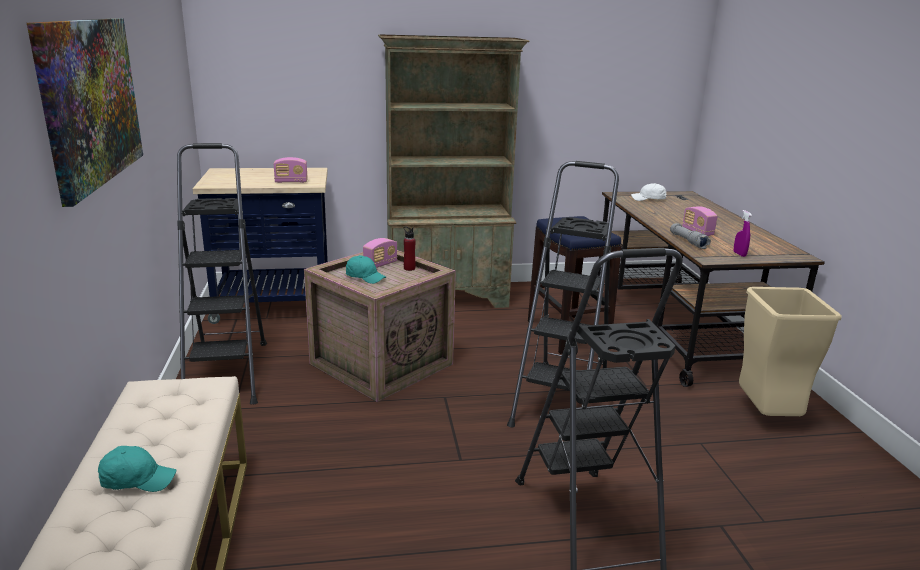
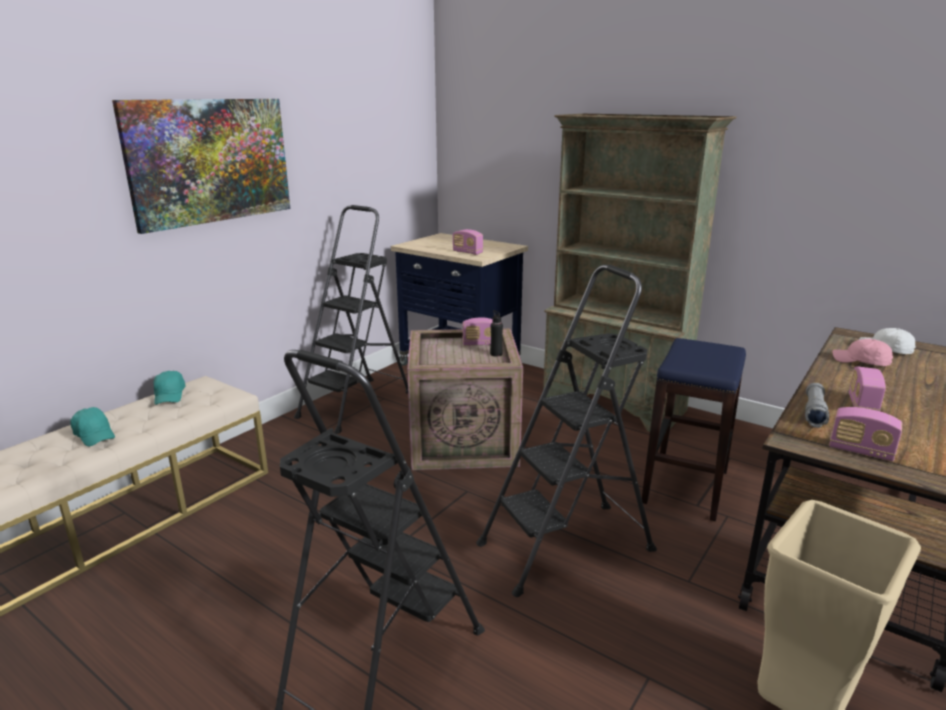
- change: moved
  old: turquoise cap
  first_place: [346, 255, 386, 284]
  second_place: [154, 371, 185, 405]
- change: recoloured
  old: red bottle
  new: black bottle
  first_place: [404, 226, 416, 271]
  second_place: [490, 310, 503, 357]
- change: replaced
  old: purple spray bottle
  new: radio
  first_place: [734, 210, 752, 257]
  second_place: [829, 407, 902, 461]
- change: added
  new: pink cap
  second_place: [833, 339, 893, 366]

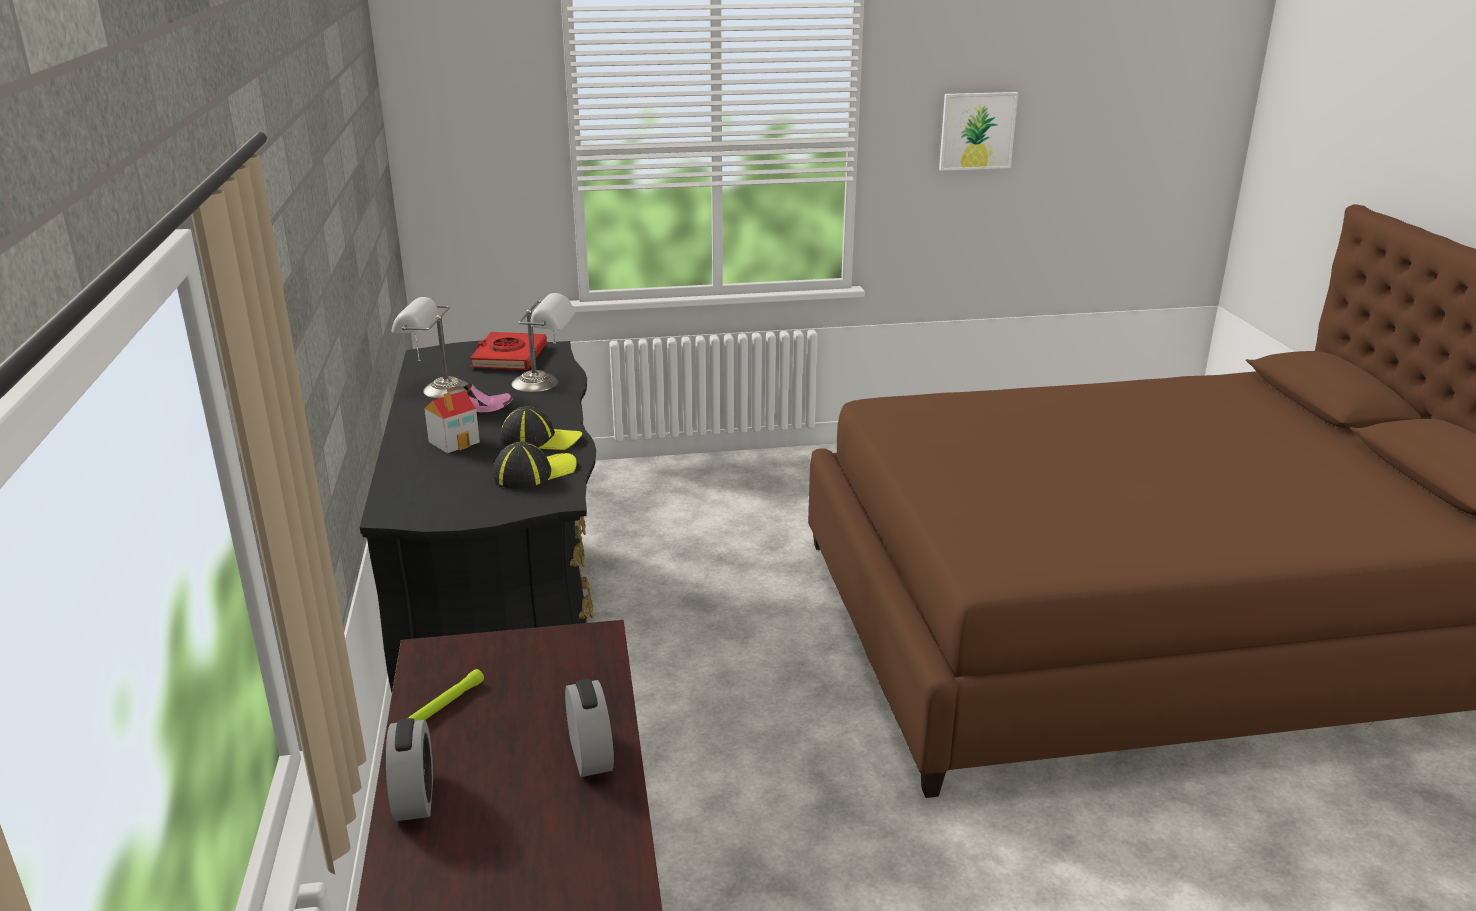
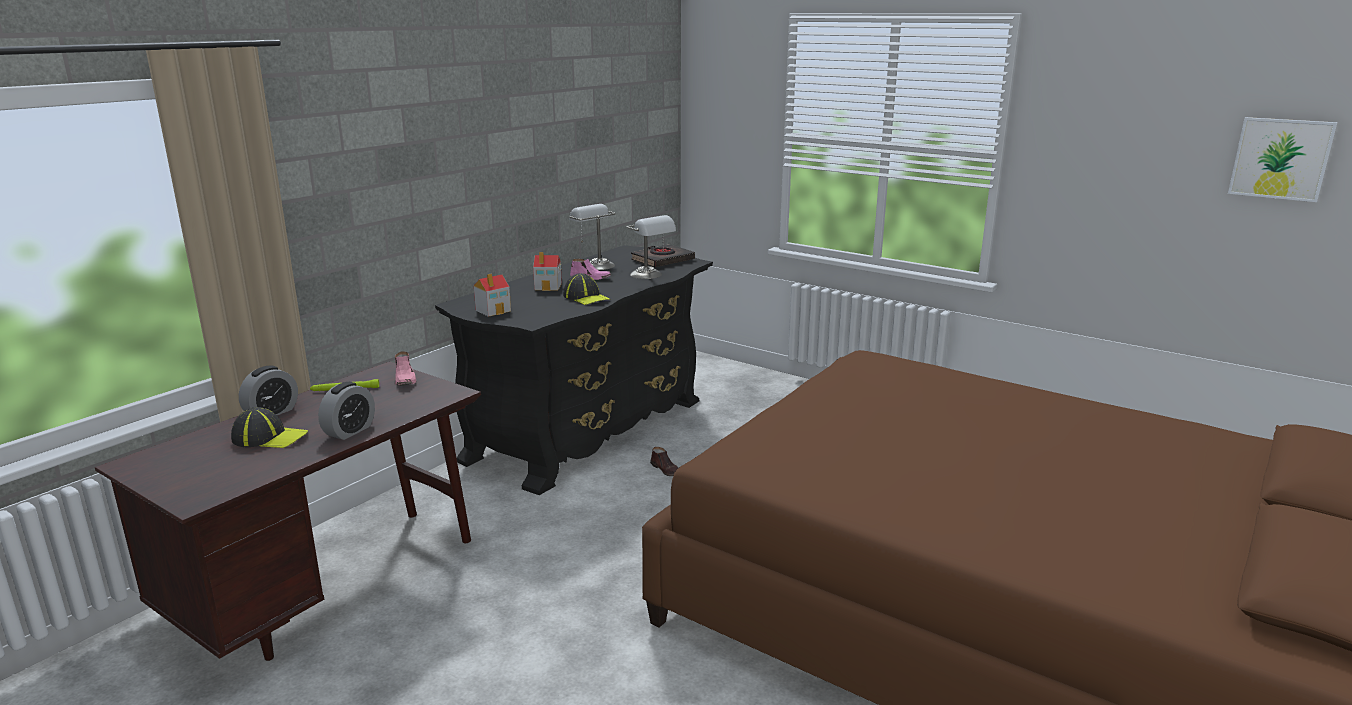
- change: recoloured
  old: red book
  new: black book
  first_place: [470, 332, 547, 370]
  second_place: [631, 244, 695, 267]
- change: moved
  old: cap
  first_place: [493, 441, 577, 489]
  second_place: [231, 407, 308, 448]
- change: moved
  old: picture
  first_place: [939, 92, 1018, 171]
  second_place: [1228, 117, 1337, 202]
- change: added
  new: pink shoe
  second_place: [395, 351, 416, 386]
- change: added
  new: toy house
  second_place: [474, 273, 511, 317]
- change: added
  new: brown shoe
  second_place: [650, 447, 679, 476]

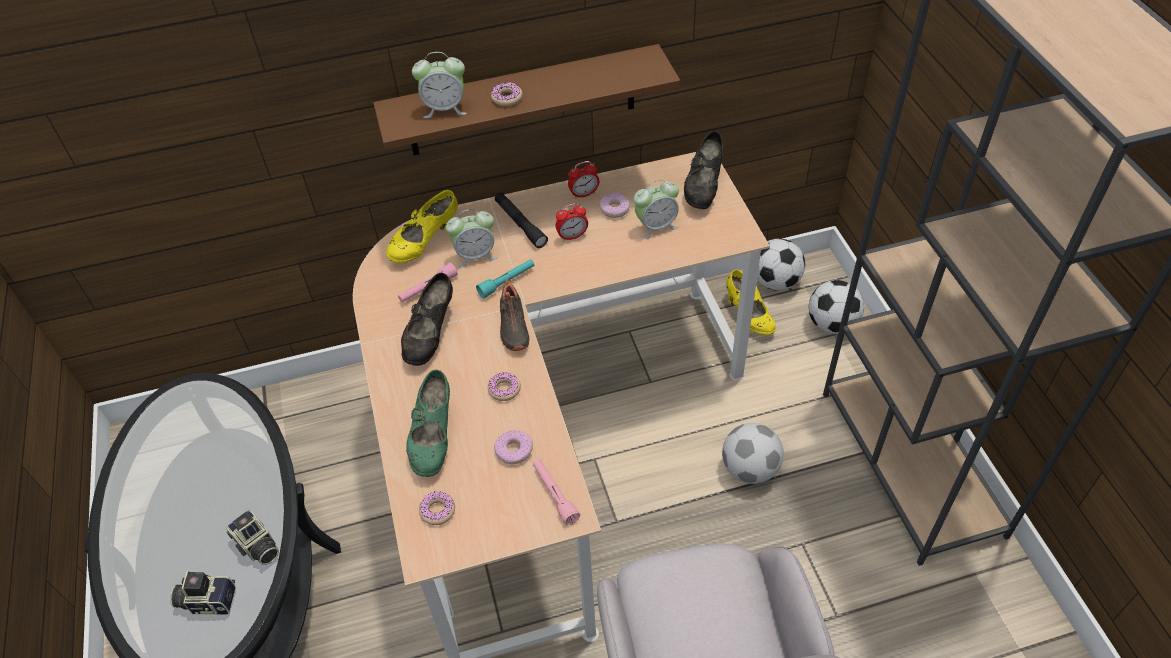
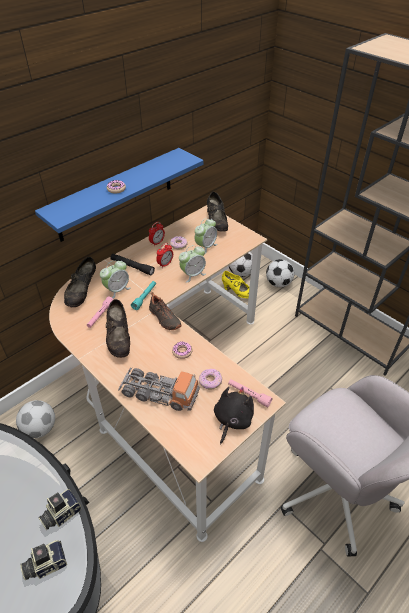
- change: turned
  old: photo camera
  first_place: [226, 510, 279, 565]
  second_place: [38, 489, 82, 530]
  degrees: 120
- change: recoloured
  old: brown shelf
  new: blue shelf
  first_place: [373, 44, 680, 155]
  second_place: [35, 148, 204, 242]
- change: recoloured
  old: yellow shoe
  new: black shoe
  first_place: [386, 190, 458, 263]
  second_place: [64, 257, 96, 307]
- change: replaced
  old: green shoe
  new: toy truck
  first_place: [406, 370, 450, 477]
  second_place: [118, 368, 200, 411]
- change: moved
  old: alarm clock
  first_place: [412, 52, 467, 118]
  second_place: [179, 245, 206, 283]
- change: removed
  old: donut
  first_place: [419, 491, 455, 525]
- change: moved
  old: football
  first_place: [722, 423, 784, 484]
  second_place: [16, 400, 55, 438]
- change: added
  new: black plush toy
  second_place: [214, 387, 254, 444]

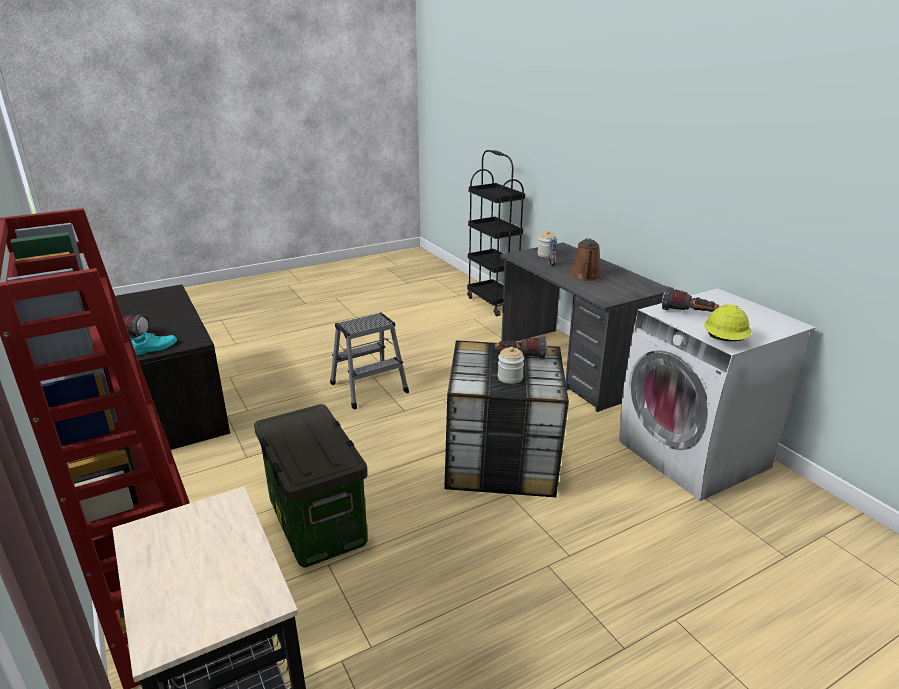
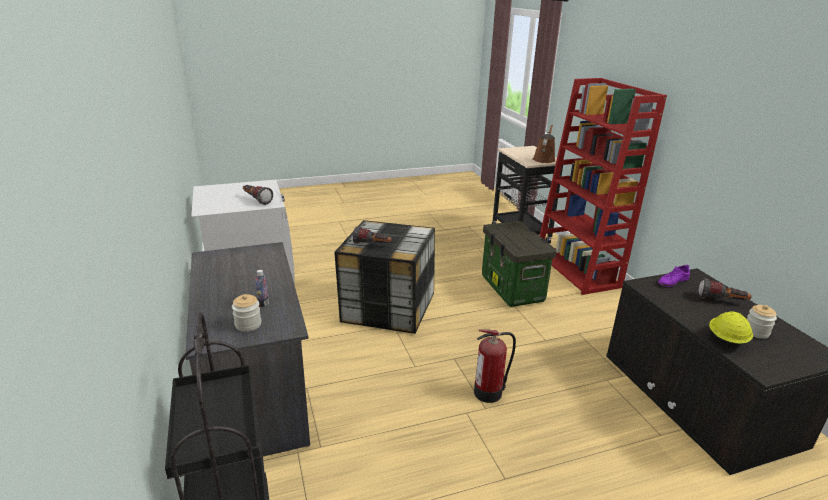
- change: recoloured
  old: turquoise shoe
  new: purple shoe
  first_place: [130, 332, 177, 355]
  second_place: [658, 265, 690, 287]
- change: replaced
  old: grey step ladder
  new: fire extinguisher
  first_place: [330, 312, 409, 409]
  second_place: [474, 330, 516, 403]
- change: moved
  old: jar
  first_place: [498, 347, 524, 384]
  second_place: [747, 305, 777, 339]
- change: moved
  old: brown watering can
  first_place: [570, 238, 602, 281]
  second_place: [533, 124, 555, 163]
- change: moved
  old: yellow hard hat
  first_place: [704, 304, 752, 341]
  second_place: [709, 311, 753, 345]

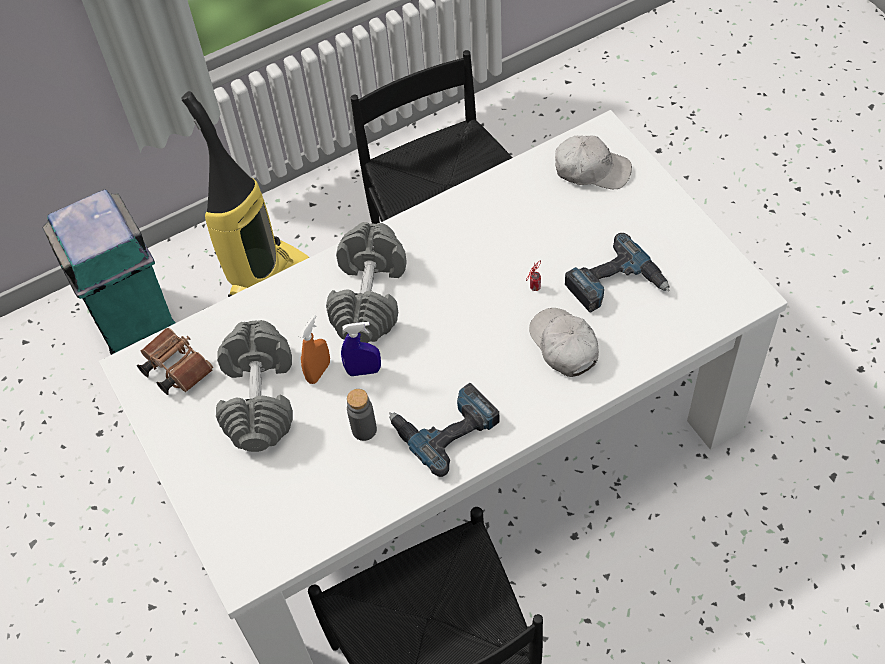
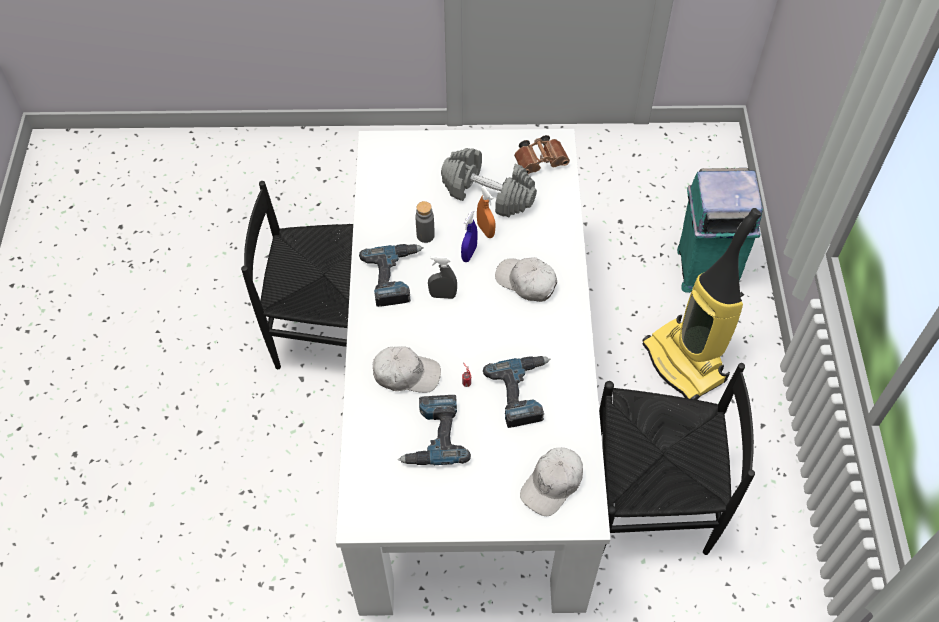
- change: replaced
  old: grey dumbbell
  new: white cap
  first_place: [326, 222, 407, 343]
  second_place: [495, 257, 557, 302]
- change: added
  new: grey spray bottle
  second_place: [428, 256, 457, 299]
- change: added
  new: power drill
  second_place: [483, 356, 550, 428]

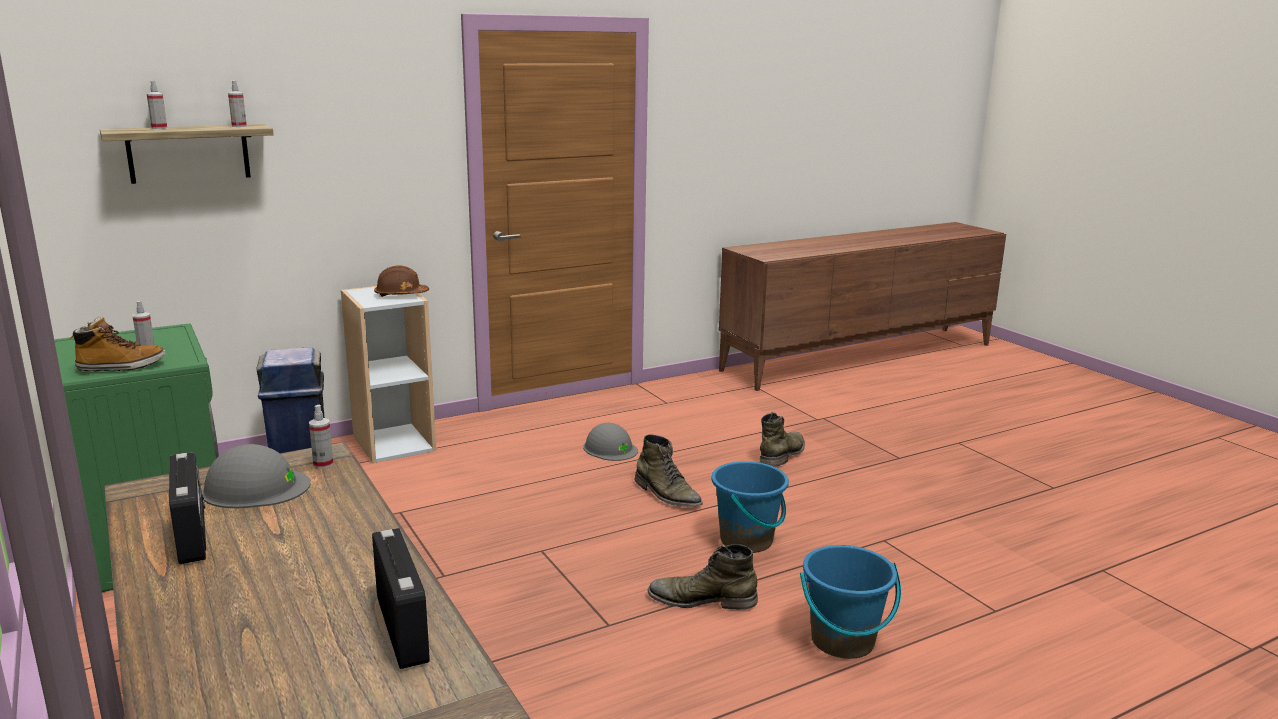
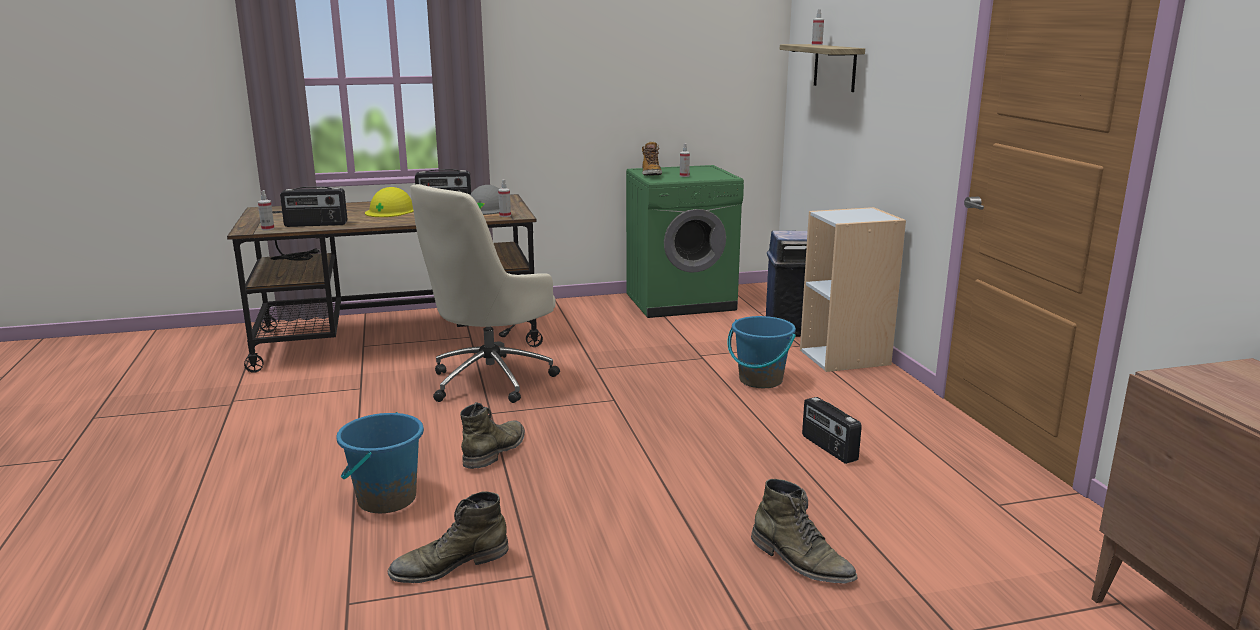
- change: moved
  old: spray bottle
  first_place: [228, 80, 247, 127]
  second_place: [258, 190, 275, 231]
- change: removed
  old: brown hard hat
  first_place: [374, 266, 429, 297]
- change: replaced
  old: grey hard hat
  new: radio
  first_place: [583, 423, 638, 461]
  second_place: [802, 397, 862, 464]
- change: moved
  old: green boot
  first_place: [635, 434, 703, 507]
  second_place: [388, 492, 509, 583]
- change: moved
  old: blue bucket
  first_place: [711, 461, 789, 553]
  second_place: [728, 316, 796, 388]
- change: added
  new: yellow hard hat
  second_place: [365, 187, 414, 217]
- change: added
  new: beige office chair
  second_place: [410, 184, 560, 403]

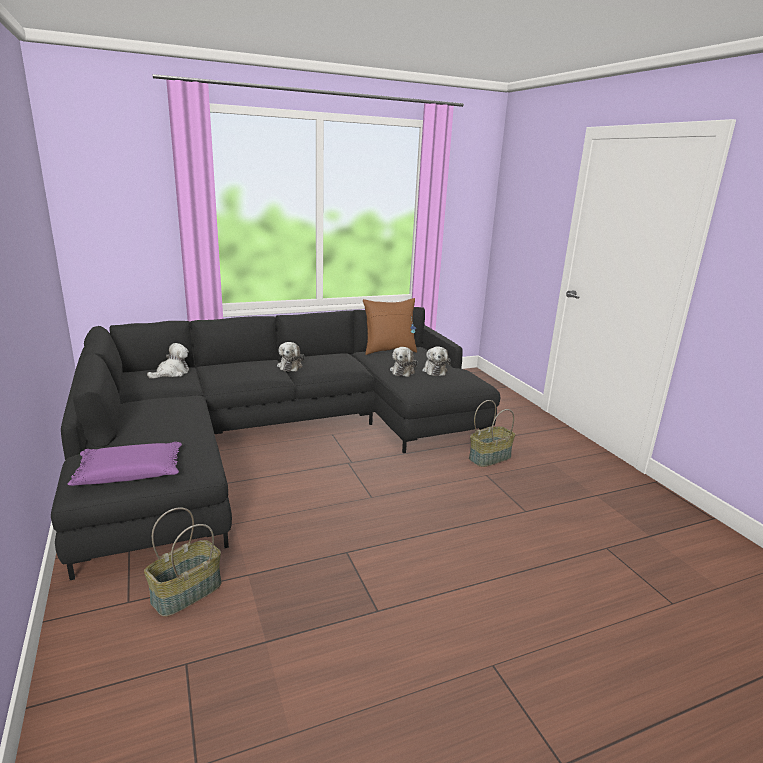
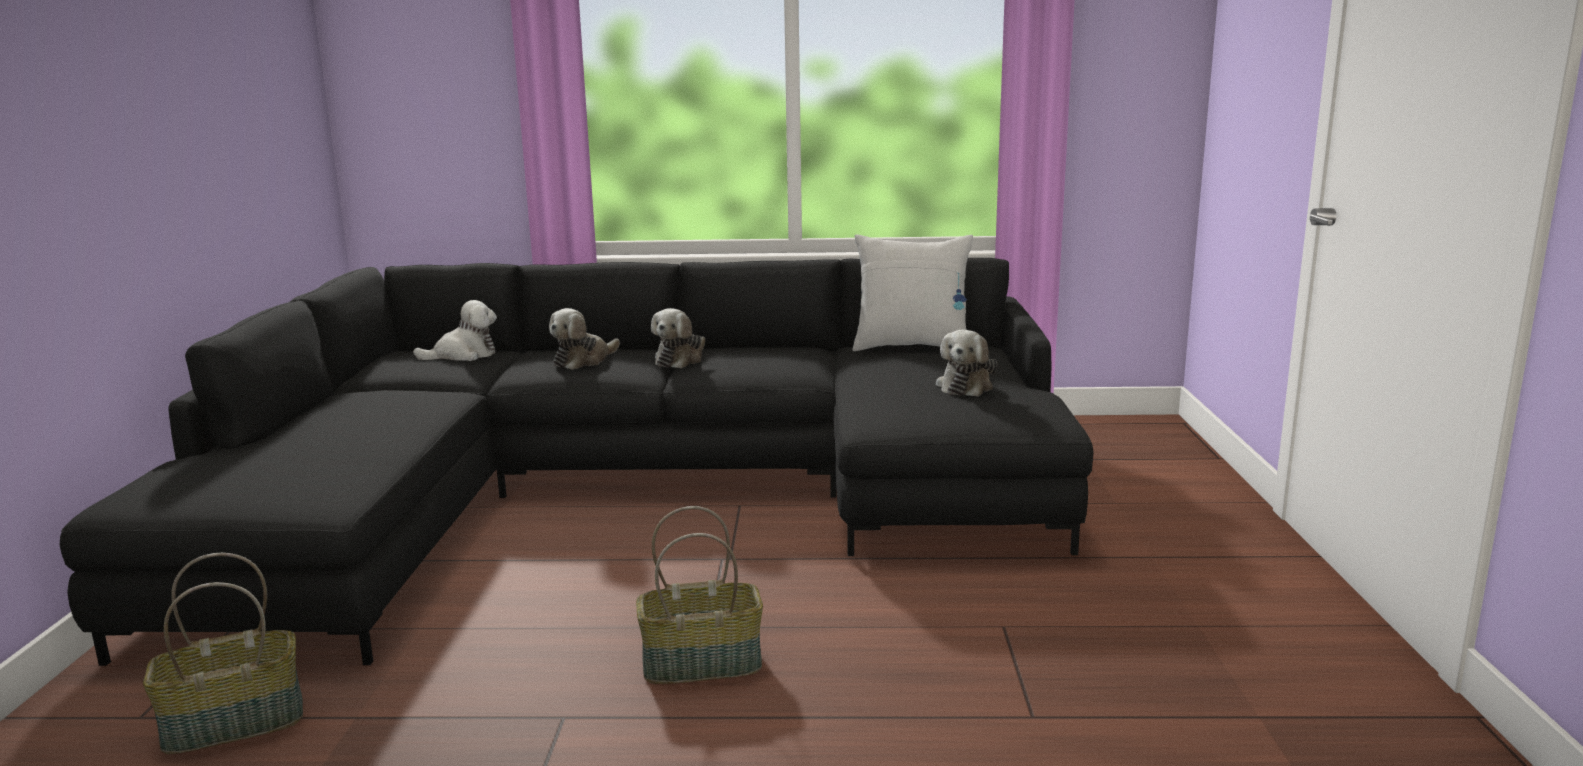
- change: removed
  old: purple pillow
  first_place: [68, 441, 182, 486]
- change: recoloured
  old: brown pillow
  new: grey pillow
  first_place: [363, 298, 417, 355]
  second_place: [852, 234, 973, 351]
- change: moved
  old: plush toy
  first_place: [390, 347, 417, 377]
  second_place: [549, 308, 620, 370]
- change: moved
  old: basket
  first_place: [469, 400, 515, 467]
  second_place: [636, 506, 763, 684]

